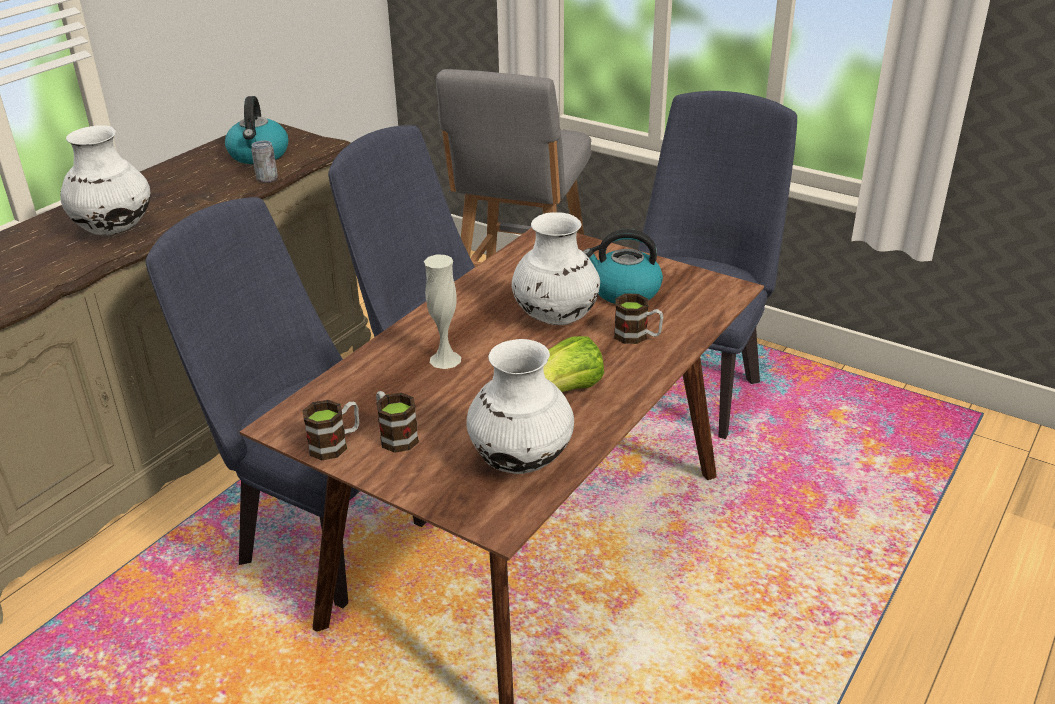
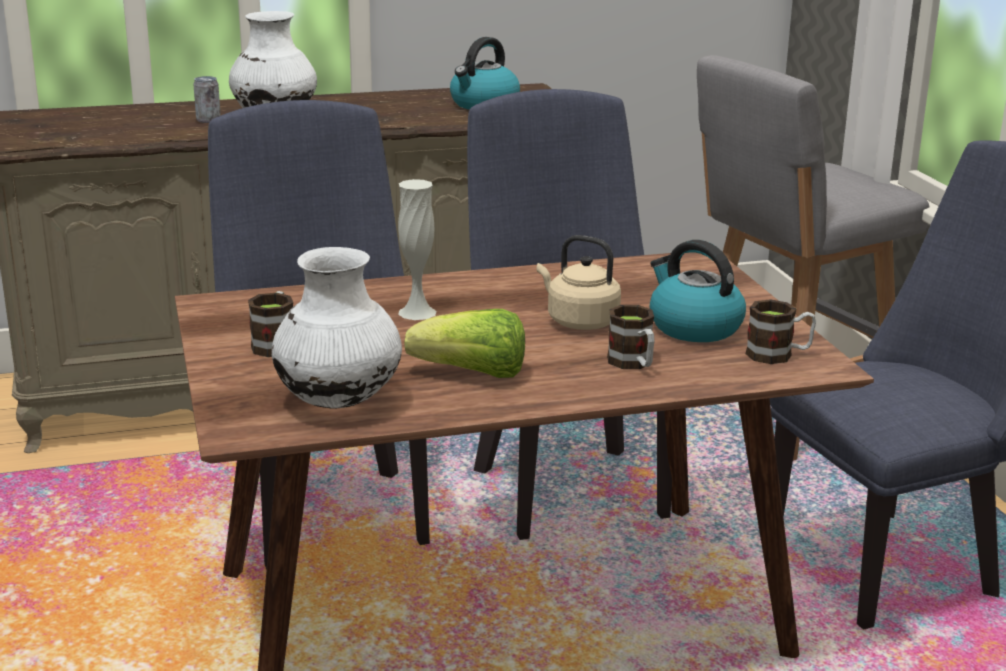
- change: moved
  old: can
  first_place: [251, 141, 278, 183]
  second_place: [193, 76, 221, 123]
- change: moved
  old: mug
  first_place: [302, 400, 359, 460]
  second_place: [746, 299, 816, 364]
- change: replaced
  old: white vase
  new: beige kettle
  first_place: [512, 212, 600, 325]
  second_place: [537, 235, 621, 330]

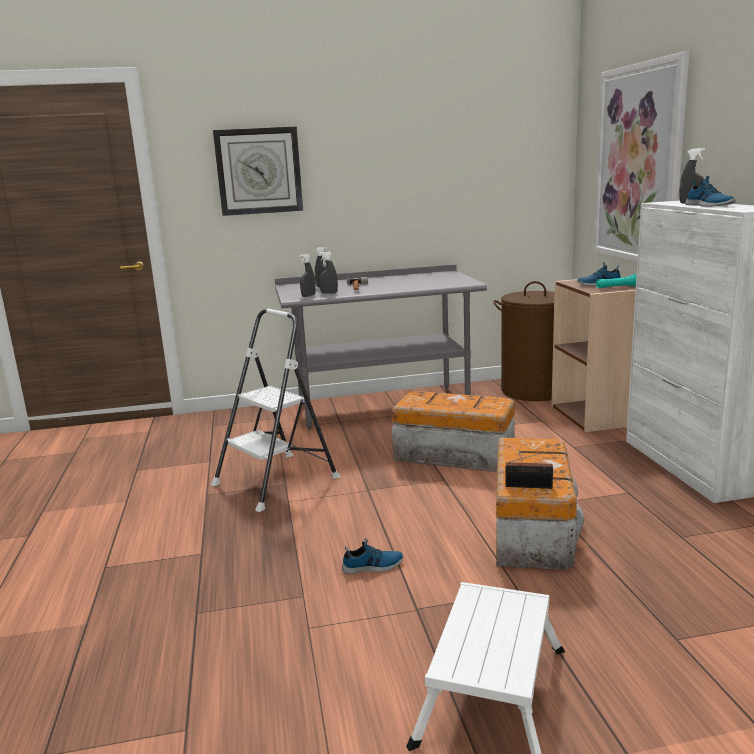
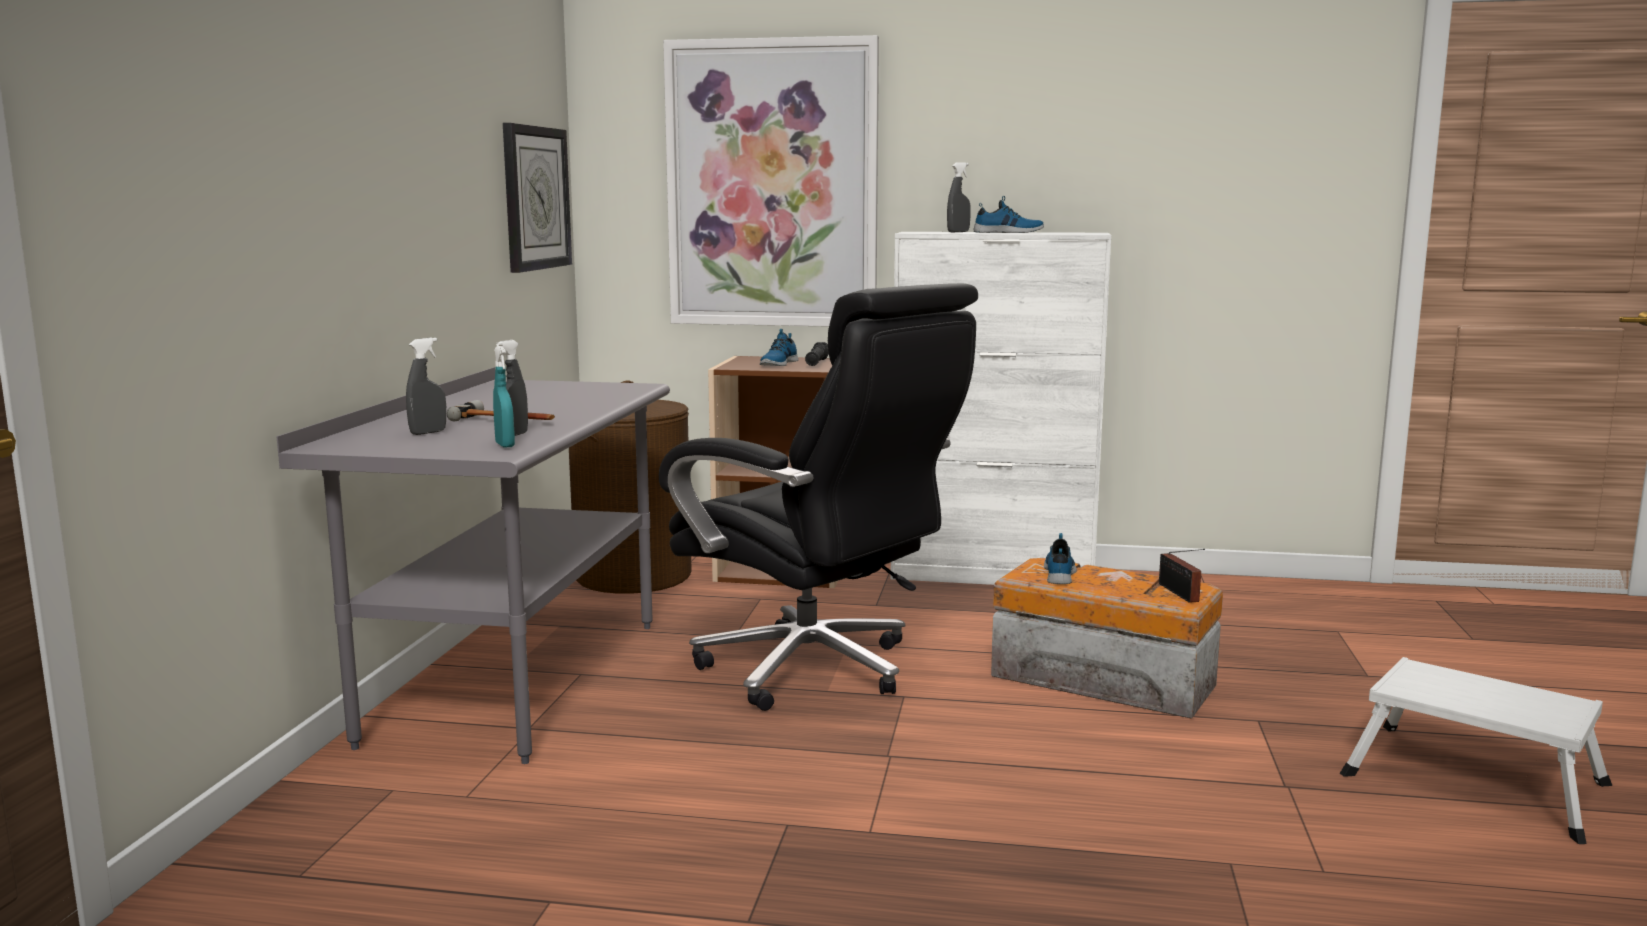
- change: removed
  old: white step ladder
  first_place: [211, 309, 341, 512]
- change: moved
  old: wall clock
  first_place: [213, 127, 303, 216]
  second_place: [503, 123, 572, 273]
- change: recoloured
  old: grey spray bottle
  new: turquoise spray bottle
  first_place: [300, 254, 316, 297]
  second_place: [493, 346, 515, 447]
- change: moved
  old: shoe
  first_place: [342, 538, 403, 574]
  second_place: [1044, 533, 1077, 584]
- change: replaced
  old: storage box
  new: black office chair
  first_place: [391, 391, 515, 472]
  second_place: [659, 283, 978, 711]
- change: turned
  old: radio
  first_place: [506, 448, 559, 489]
  second_place: [1159, 549, 1205, 603]
  degrees: 135
- change: recoloured
  old: turquoise flashlight
  new: black flashlight
  first_place: [596, 274, 637, 288]
  second_place: [805, 342, 829, 366]

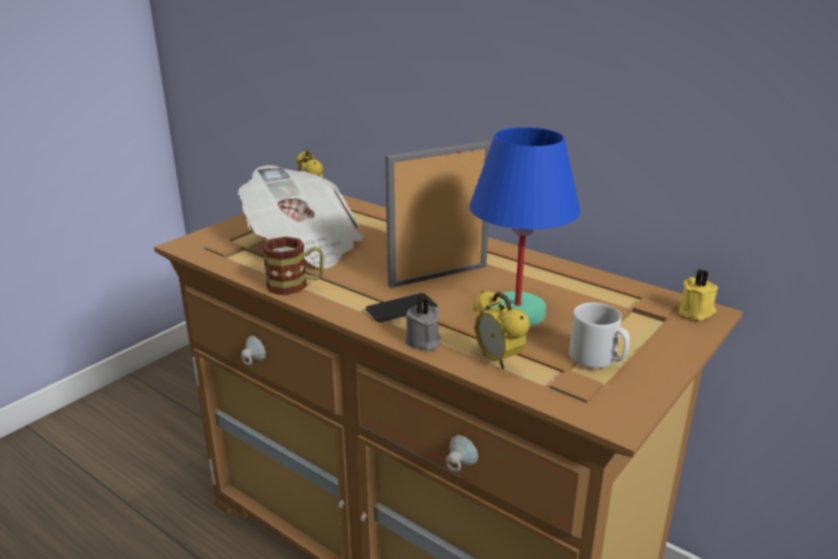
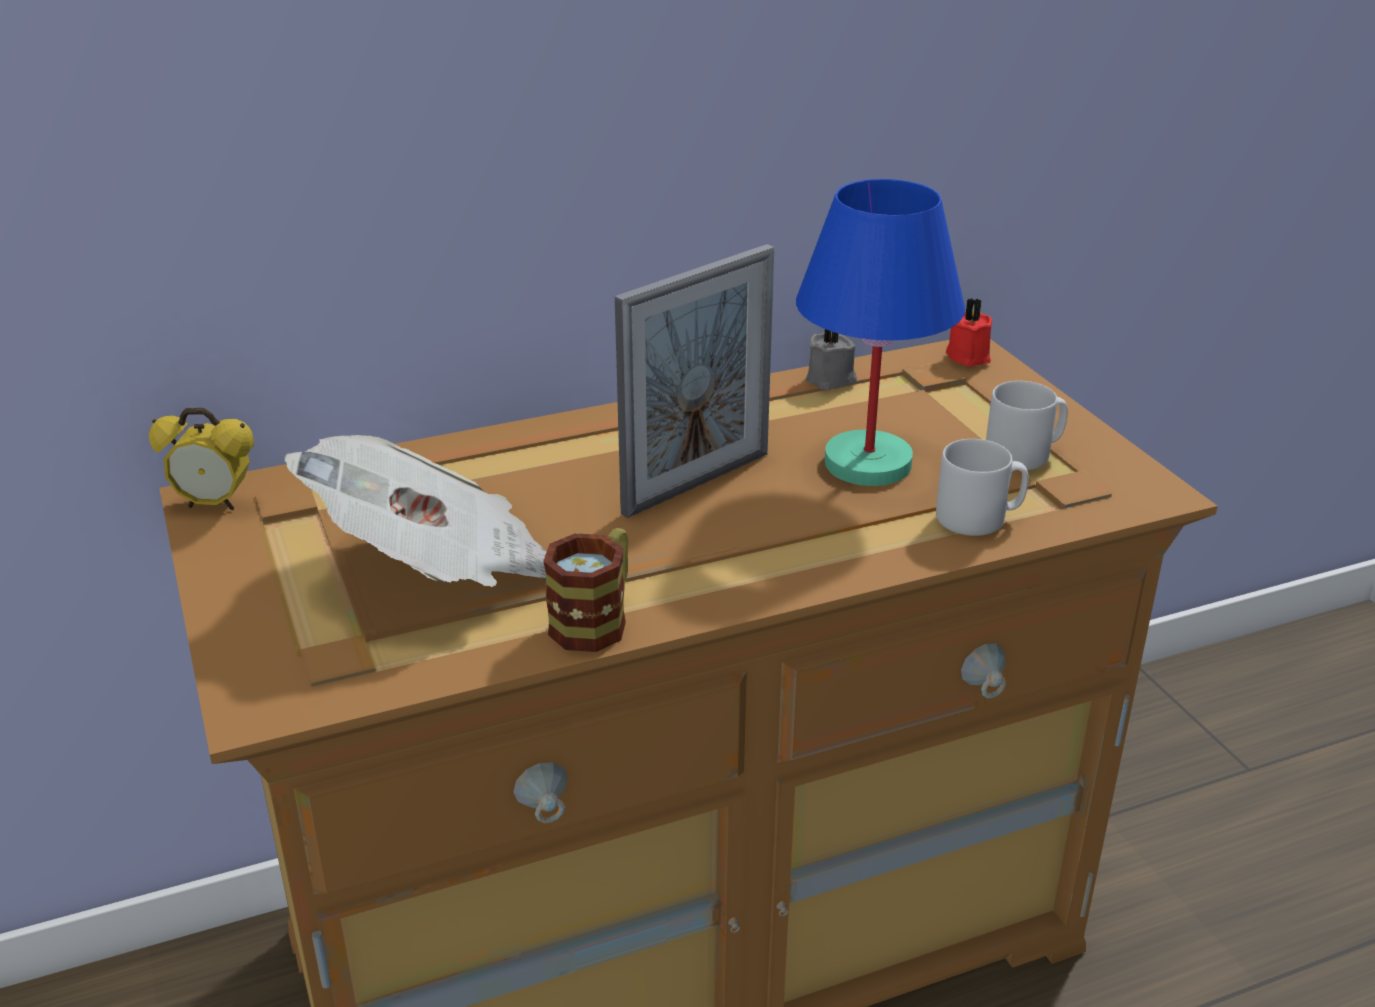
- change: removed
  old: phone
  first_place: [366, 293, 438, 322]
- change: turned
  old: picture frame
  first_place: [385, 140, 492, 288]
  second_place: [615, 244, 774, 518]
  degrees: -135
- change: moved
  old: grey candle
  first_place: [404, 297, 441, 352]
  second_place: [806, 329, 857, 391]
- change: replaced
  old: alarm clock
  new: grey mug
  first_place: [473, 291, 530, 370]
  second_place: [936, 439, 1029, 536]
- change: recoloured
  old: yellow candle
  new: red candle
  first_place: [680, 270, 718, 321]
  second_place: [946, 298, 992, 366]

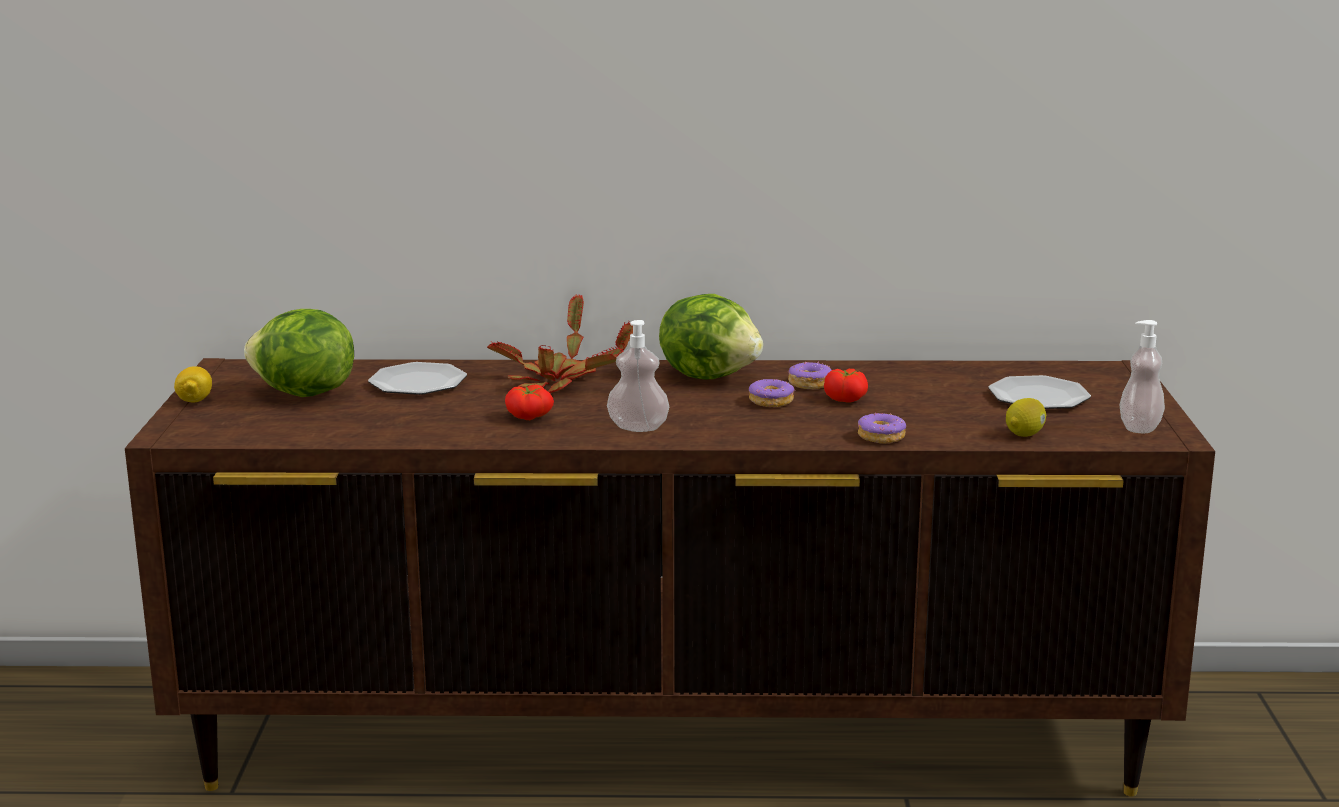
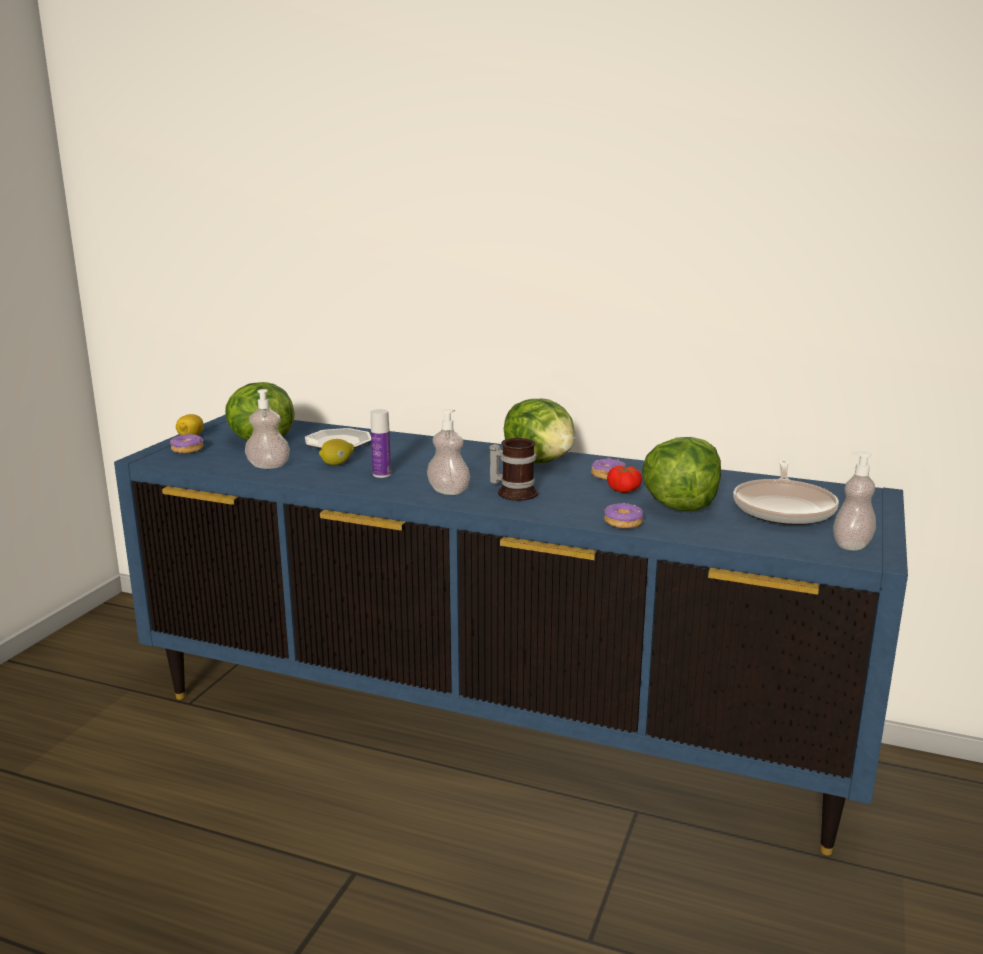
- change: recoloured
  old: brown cabinet
  new: blue cabinet
  first_place: [125, 358, 1215, 797]
  second_place: [114, 415, 908, 855]
- change: removed
  old: potted plant
  first_place: [487, 294, 633, 393]
- change: replaced
  old: tomato
  new: bottle
  first_place: [505, 384, 554, 420]
  second_place: [371, 409, 391, 478]
- change: moved
  old: donut
  first_place: [749, 379, 795, 407]
  second_place: [170, 434, 203, 454]
- change: replaced
  old: plate
  new: frying pan
  first_place: [988, 375, 1091, 409]
  second_place: [733, 461, 839, 525]
- change: moved
  old: lemon
  first_place: [1006, 398, 1046, 437]
  second_place: [319, 439, 354, 465]
- change: added
  new: soap dispenser
  second_place: [245, 389, 290, 469]
- change: added
  new: mug
  second_place: [490, 438, 538, 501]
- change: added
  new: lettuce
  second_place: [642, 437, 721, 511]

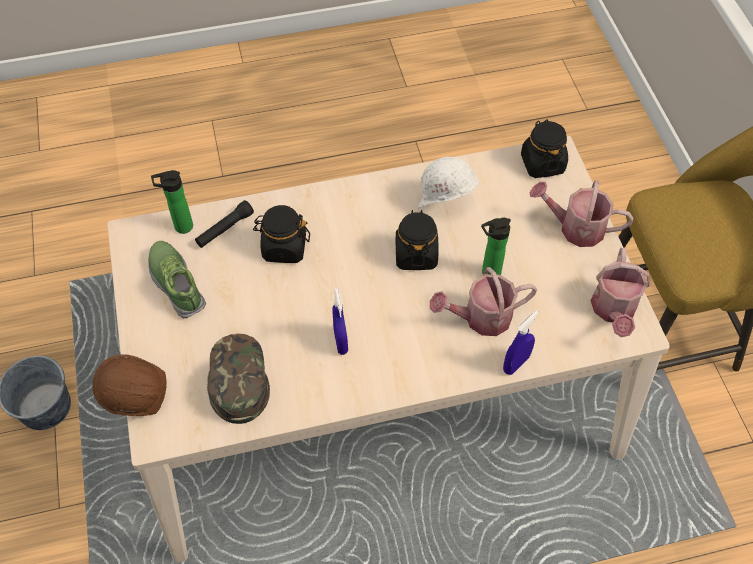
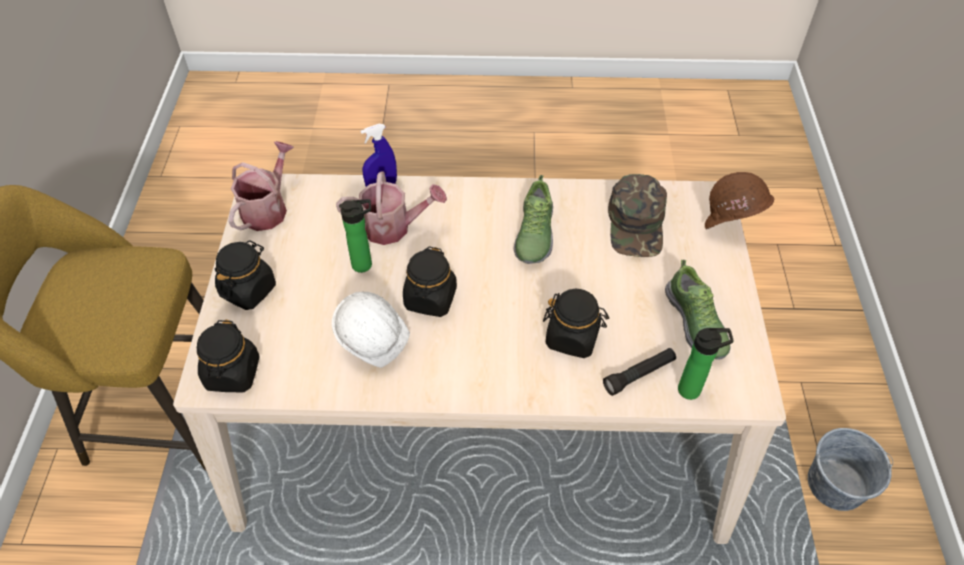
- change: replaced
  old: blue spray bottle
  new: shoe
  first_place: [332, 288, 348, 355]
  second_place: [514, 175, 553, 264]
- change: replaced
  old: watering can
  new: black jar
  first_place: [530, 180, 634, 247]
  second_place: [215, 240, 276, 310]

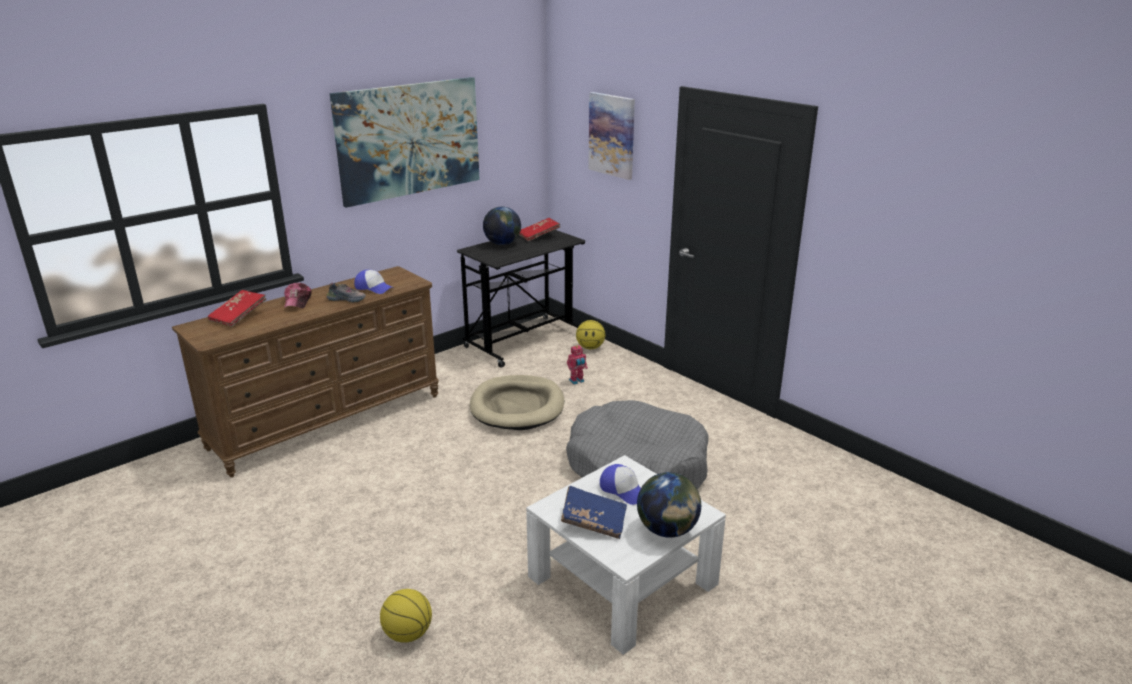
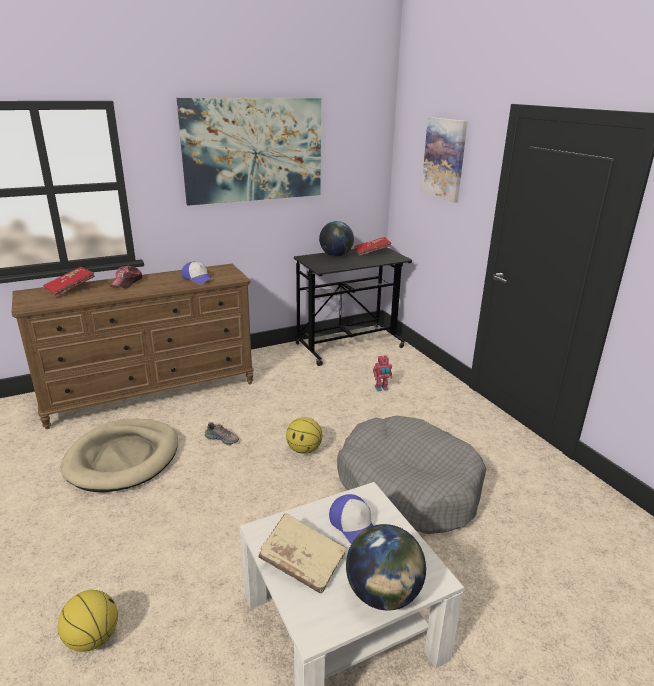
- change: moved
  old: shoe
  first_place: [326, 283, 366, 302]
  second_place: [204, 422, 239, 445]
- change: moved
  old: beige dog bed
  first_place: [470, 375, 564, 430]
  second_place: [61, 419, 178, 492]
- change: recoloured
  old: blue book
  new: beige book
  first_place: [561, 486, 627, 539]
  second_place: [258, 513, 346, 593]
- change: moved
  old: basketball
  first_place: [576, 320, 605, 349]
  second_place: [286, 417, 322, 454]

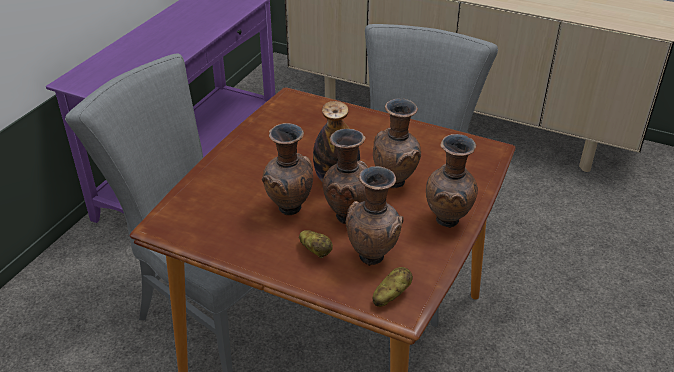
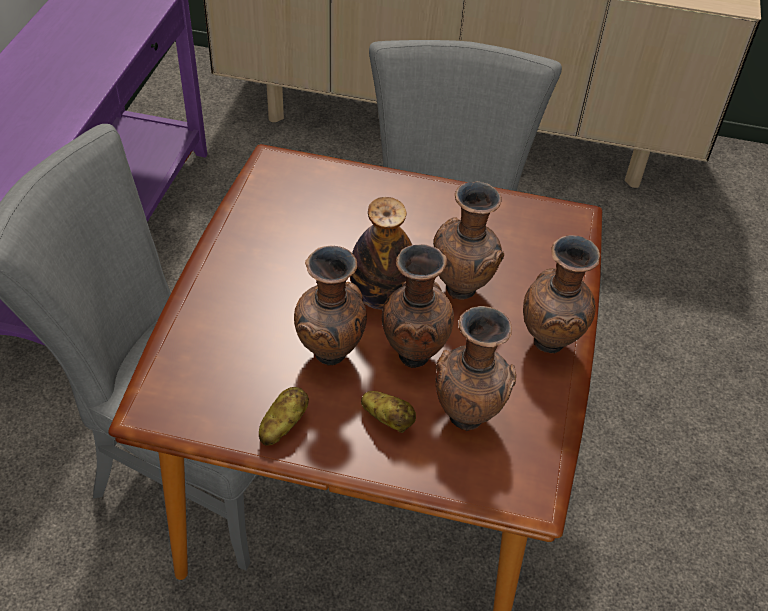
- change: moved
  old: potato
  first_place: [373, 267, 413, 307]
  second_place: [259, 387, 309, 446]

